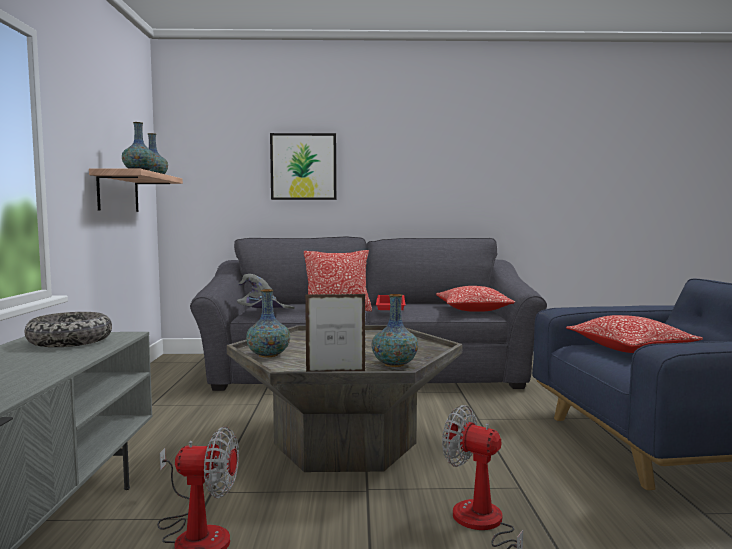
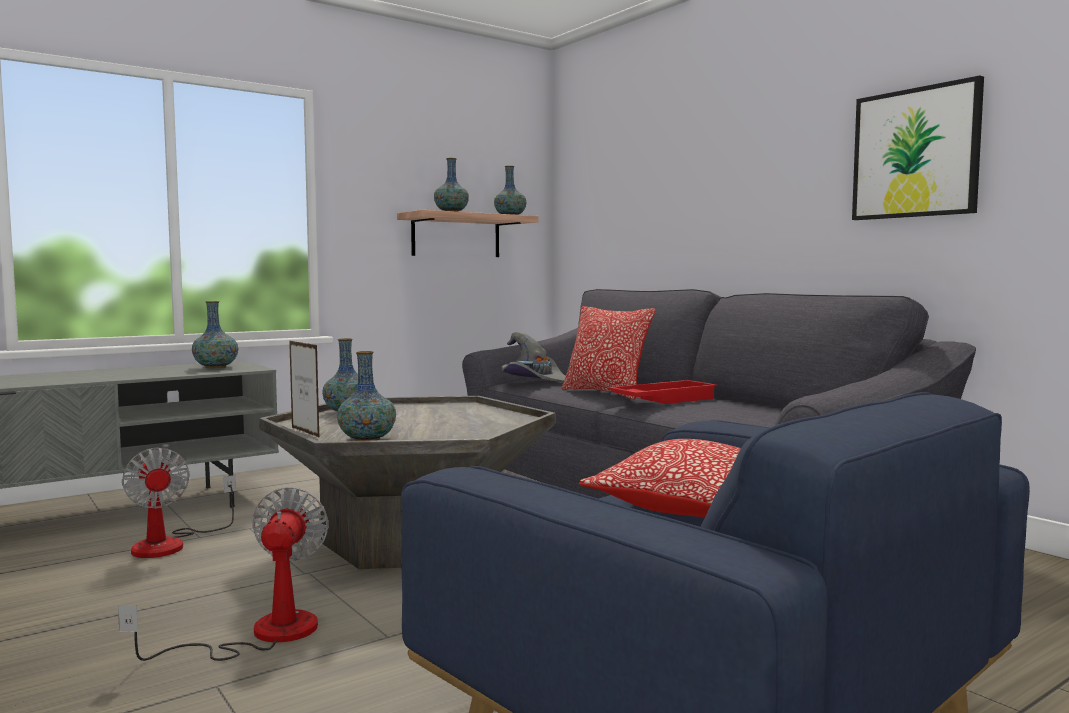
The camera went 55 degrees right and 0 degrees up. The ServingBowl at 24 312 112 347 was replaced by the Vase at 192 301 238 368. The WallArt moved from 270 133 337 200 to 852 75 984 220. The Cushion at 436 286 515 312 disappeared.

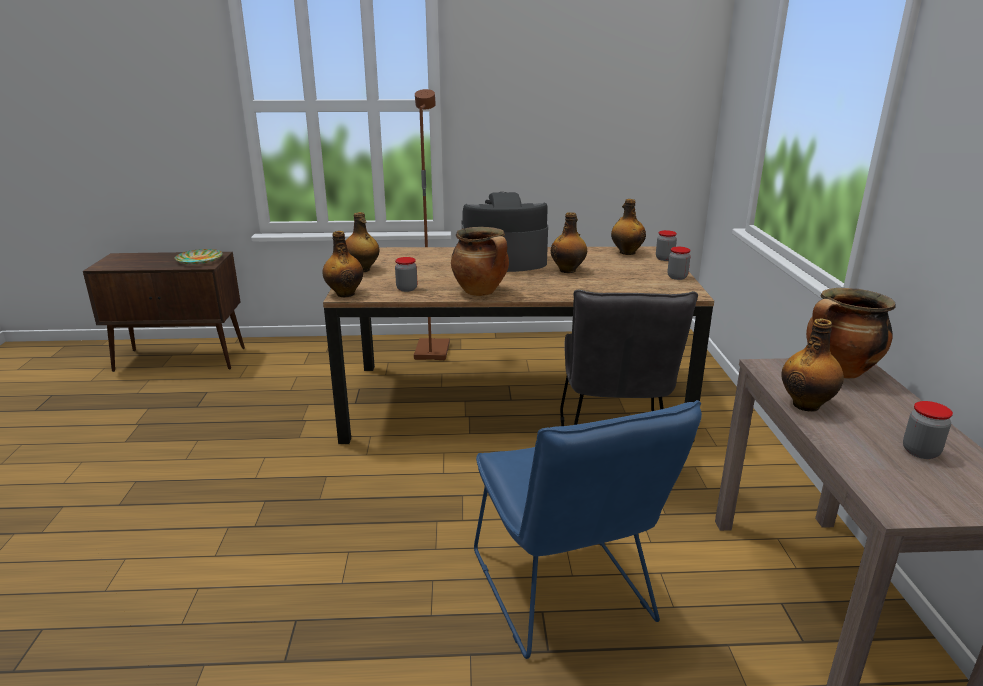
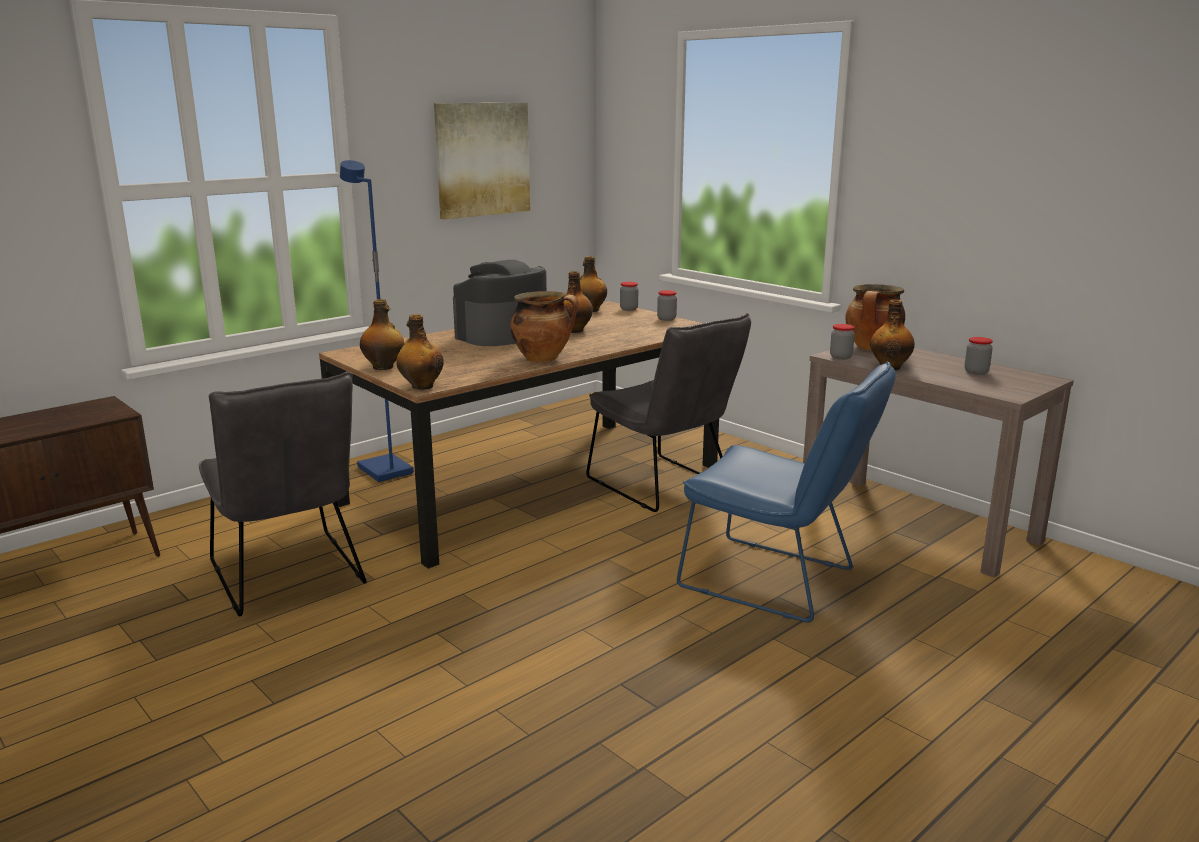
The camera went 40 degrees left and 5 degrees down. The GreyishPlainChair at 199 372 367 617 appeared. The BrownColouredFloorLamp at 414 89 450 360 became the BluishFloorLamp at 340 160 414 482. The WallArt at 434 103 530 219 appeared. The Jar moved from 395 257 417 292 to 830 324 855 360. The DinnerPlate at 175 249 223 264 disappeared.

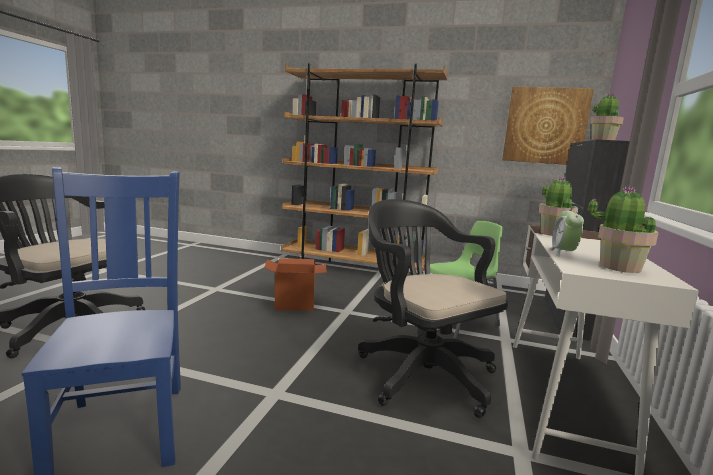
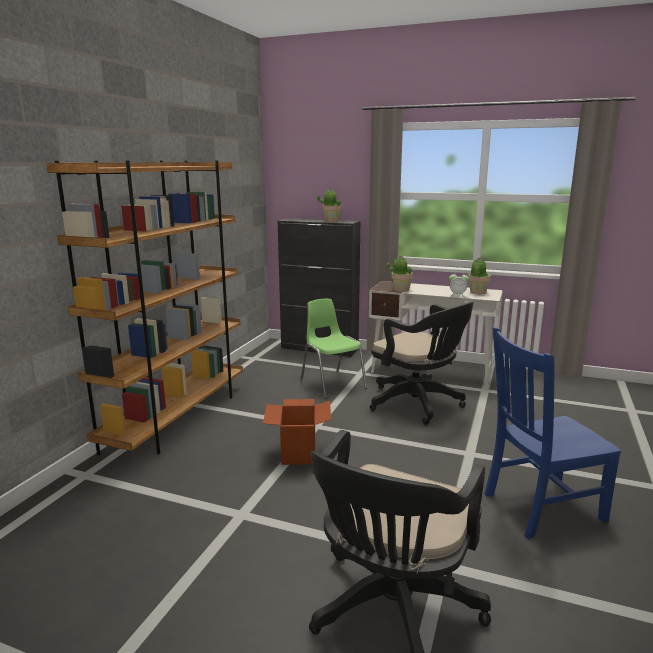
The camera went 85 degrees left and 5 degrees up. The BlackishOfficeChair at 358 199 508 418 turned 105 degrees counterclockwise. The WallArt at 502 86 594 165 disappeared.

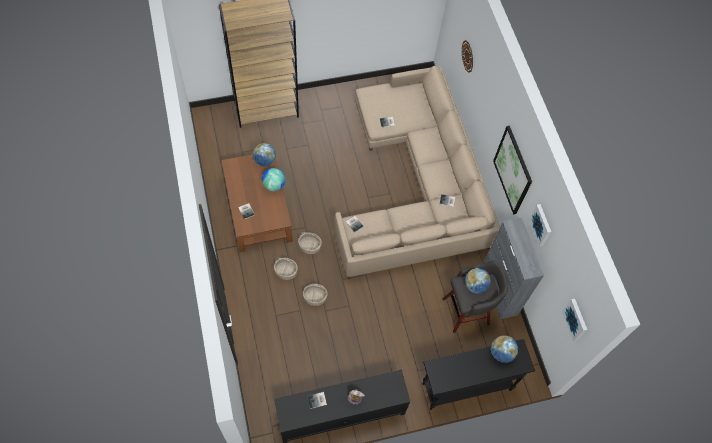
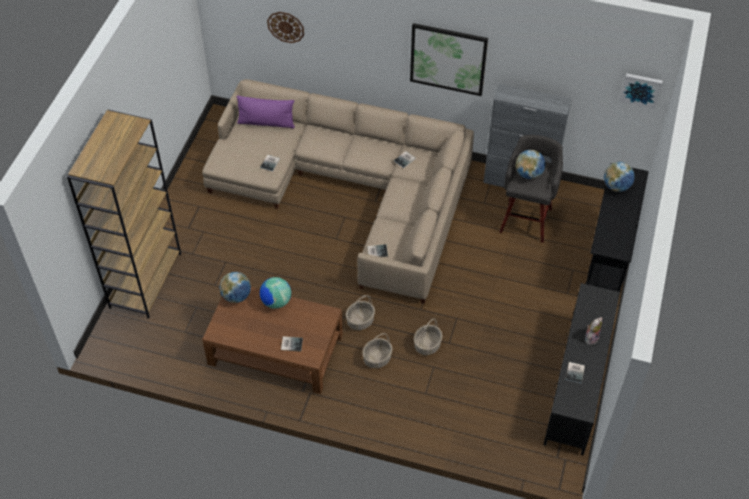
The camera went 55 degrees left and 10 degrees down. The PurplishCushion at 237 95 295 128 appeared. The WallArt at 529 204 551 247 disappeared.

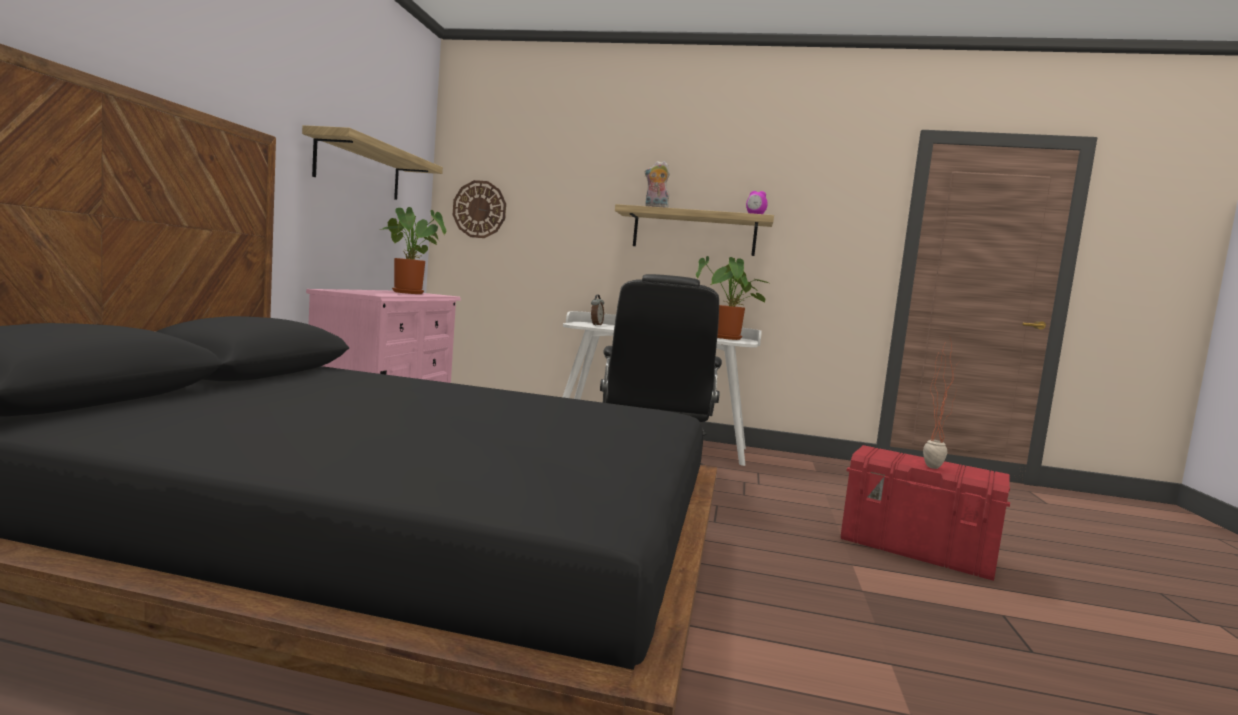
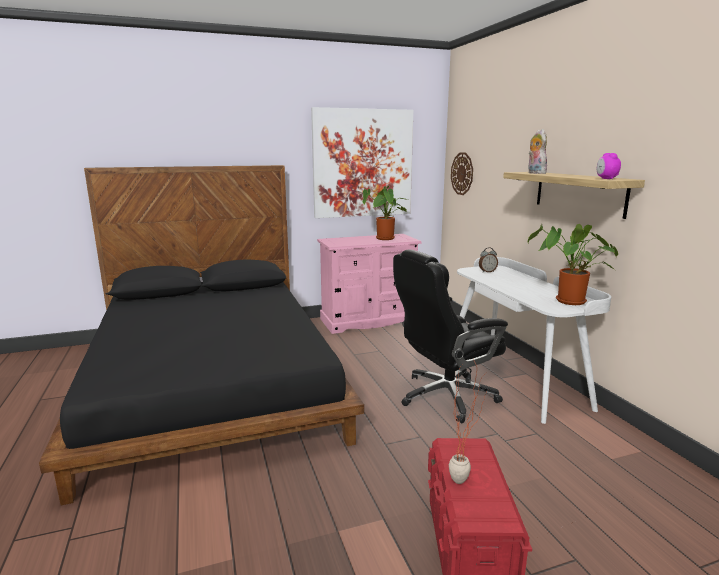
The camera went 60 degrees right and 10 degrees up. The WallShelf at 302 125 443 200 was replaced by the WallArt at 311 107 413 218.

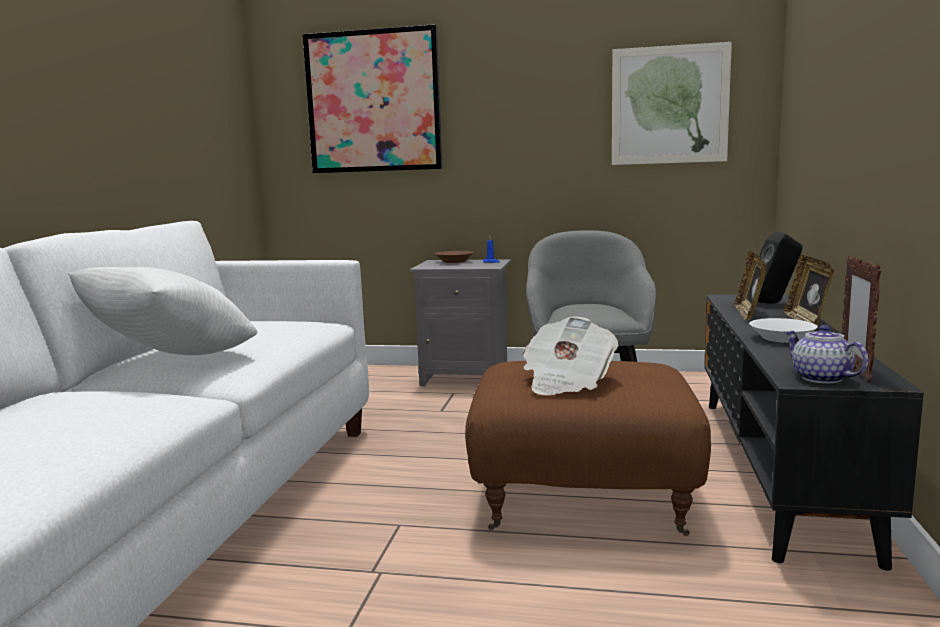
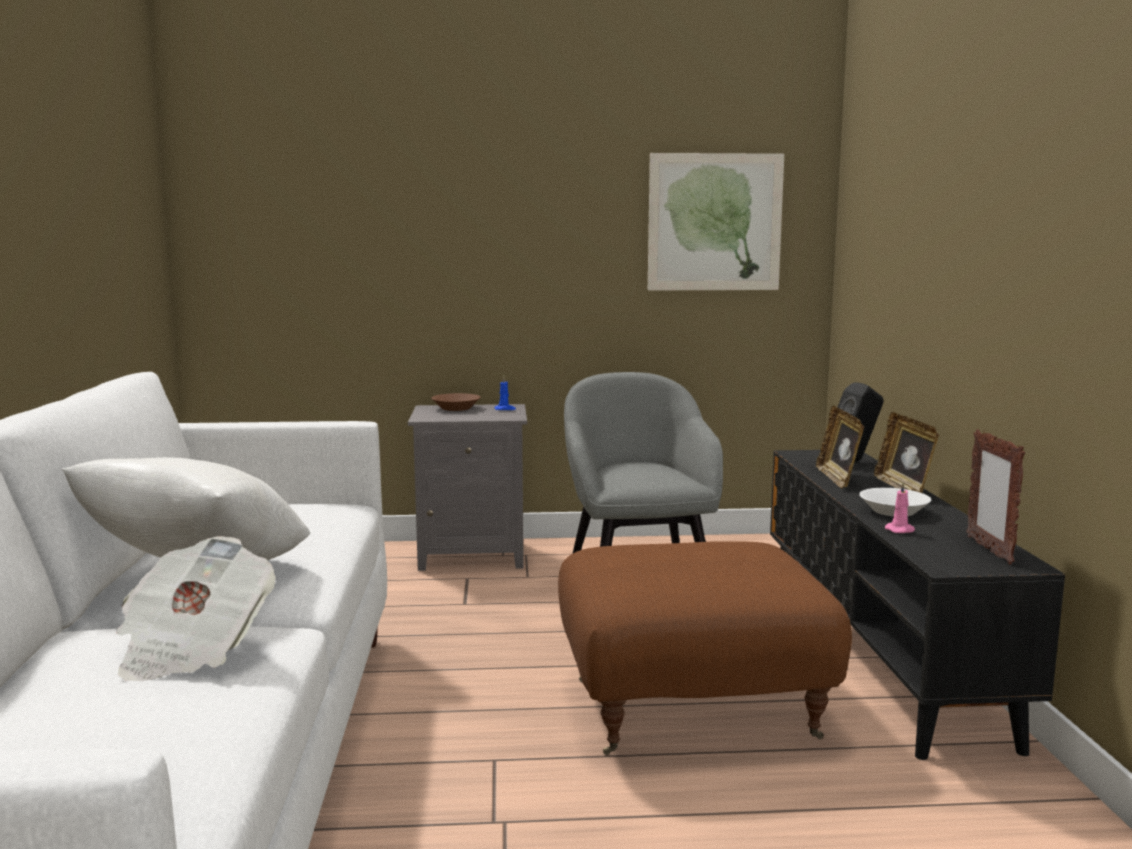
The camera went 15 degrees left and 0 degrees up. The PrintedPaper moved from 523 316 619 395 to 116 536 276 681. The PinkishWaxCandle at 885 481 915 533 appeared. The WallArt at 302 24 443 173 disappeared. The PotForTea at 785 325 869 384 disappeared.

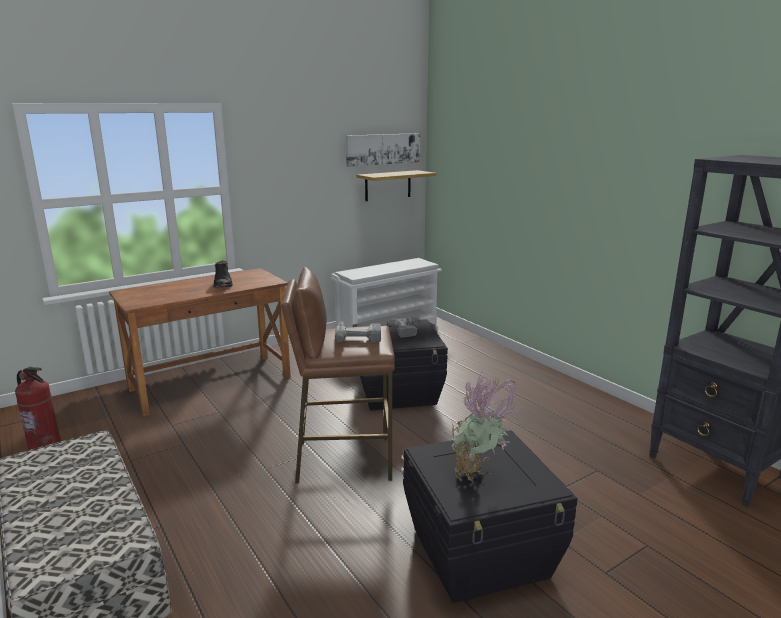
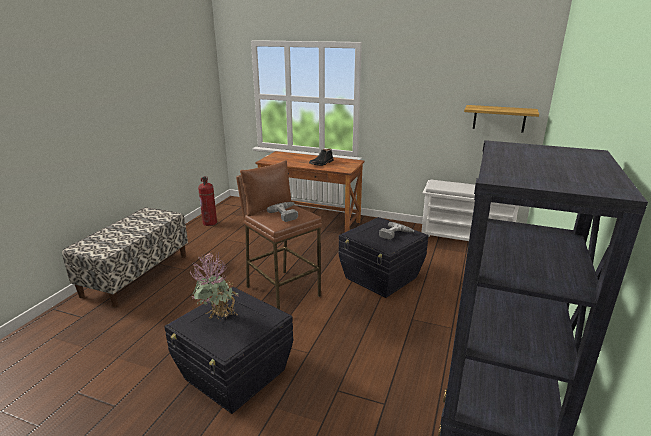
The camera went 55 degrees right and 5 degrees up. The WallArt at 346 133 420 167 disappeared.

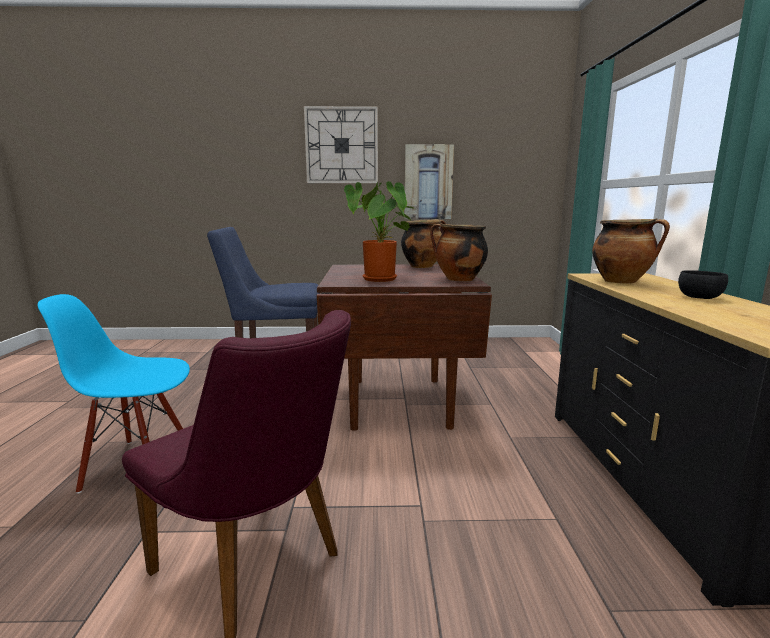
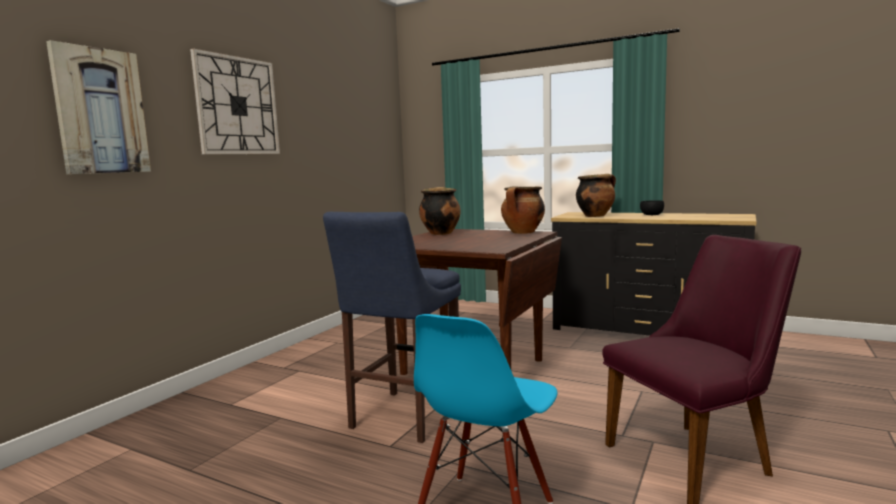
The camera went 60 degrees left and 5 degrees down. The WallArt moved from 405 144 454 219 to 46 40 151 174. The PottedPlant at 344 181 414 282 disappeared.

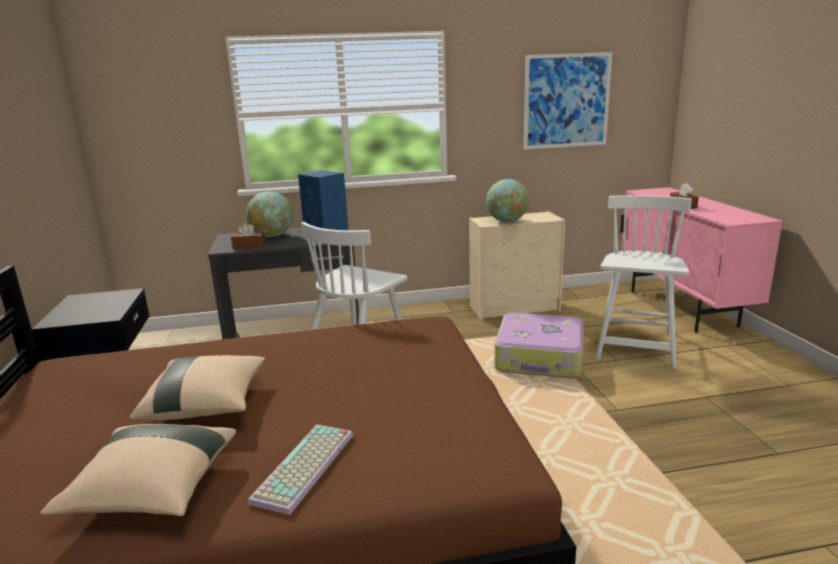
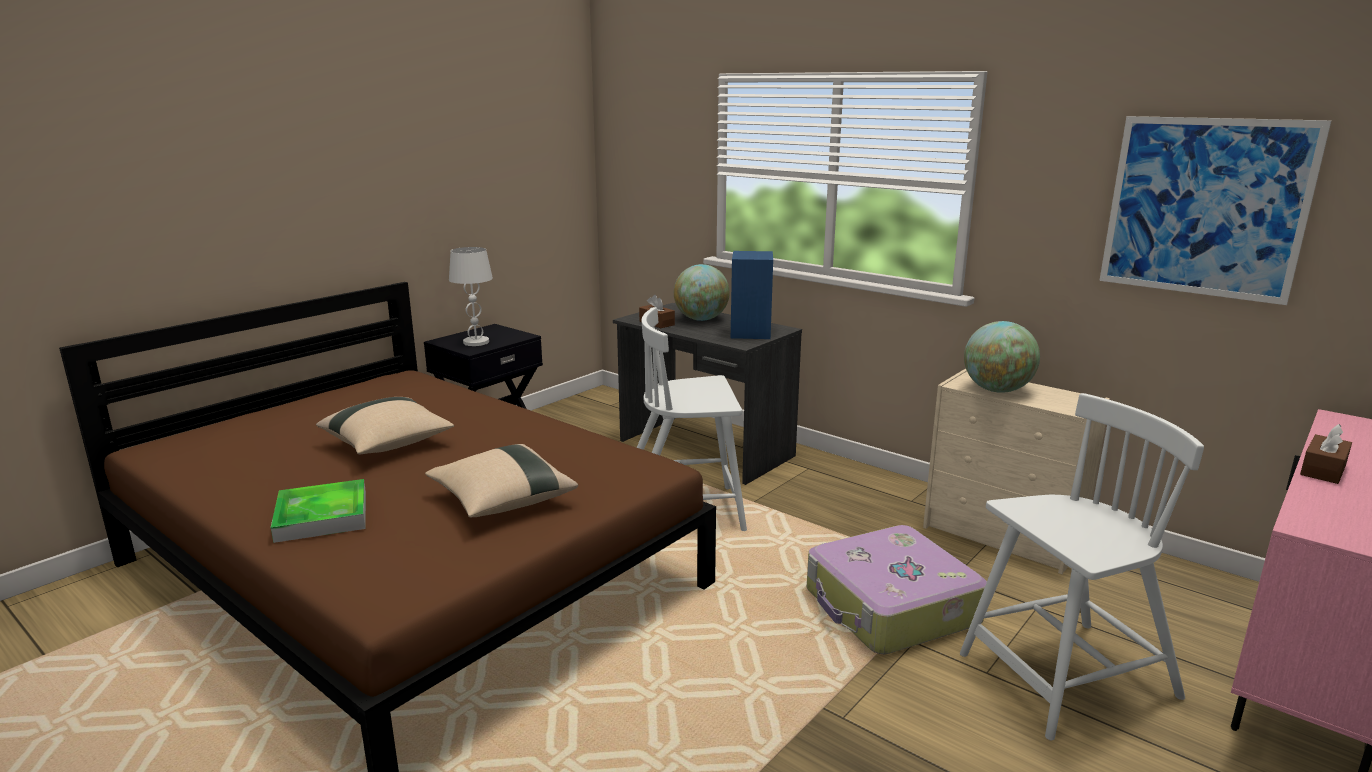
The camera went 50 degrees right and 0 degrees up. The Keyboard at 248 425 353 515 was replaced by the Tray at 271 479 366 543. The SandColouredCushion moved from 41 424 236 516 to 425 444 578 517. The WhiteLampForATable at 449 247 493 346 appeared.

